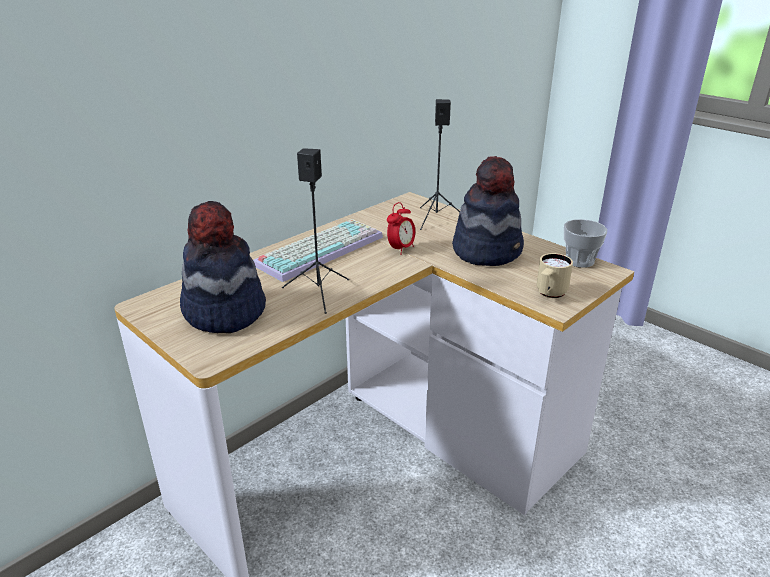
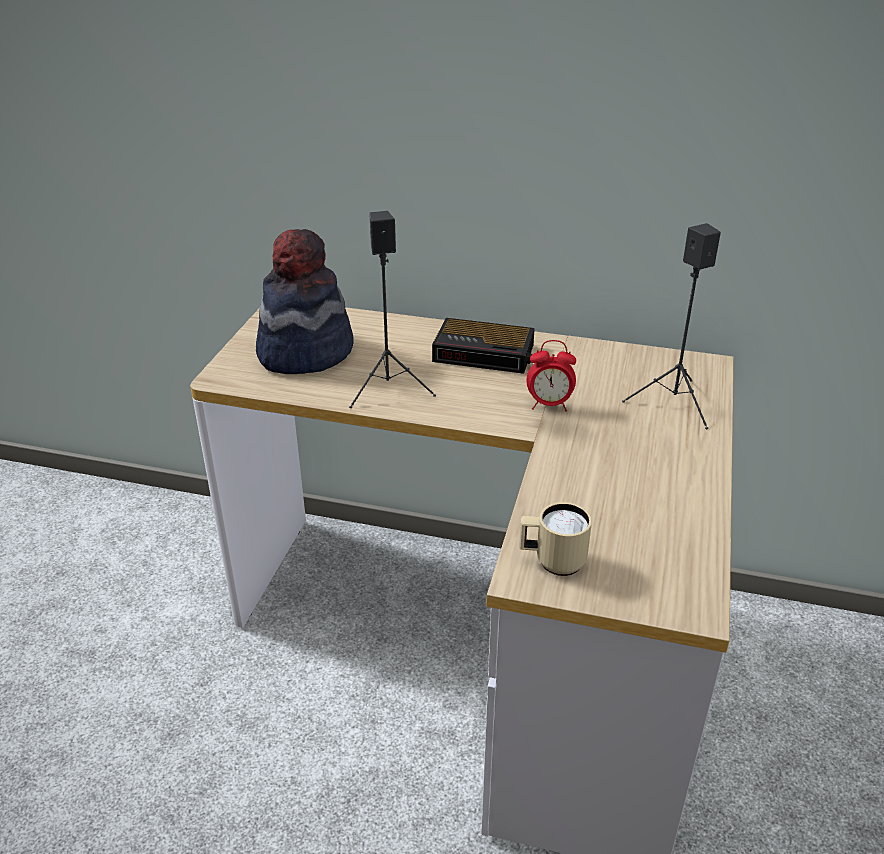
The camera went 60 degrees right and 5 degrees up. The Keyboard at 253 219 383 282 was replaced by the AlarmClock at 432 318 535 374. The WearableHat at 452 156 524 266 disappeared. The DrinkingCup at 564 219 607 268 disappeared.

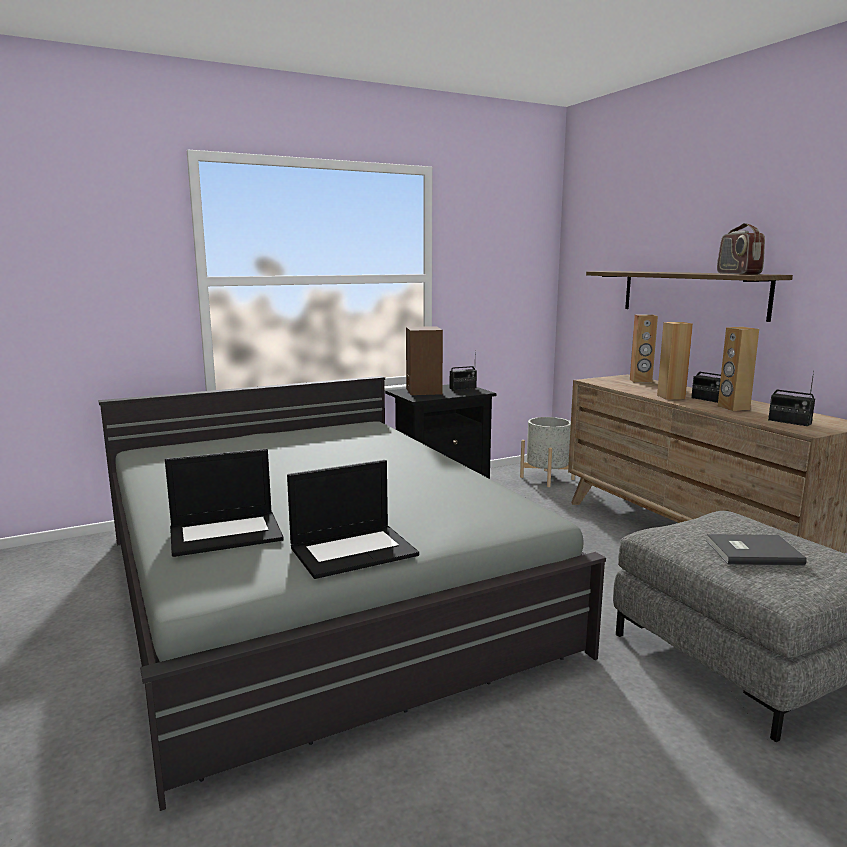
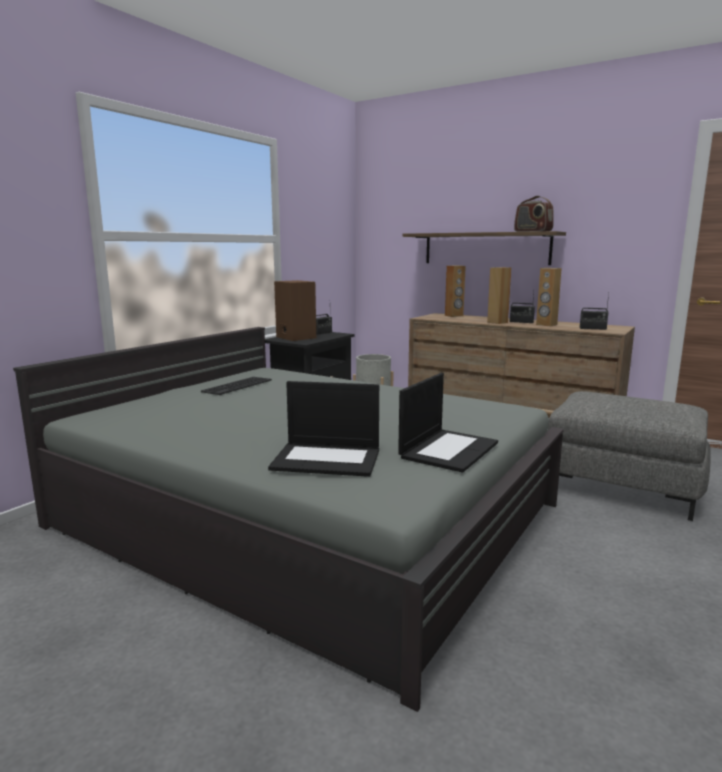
The camera went 30 degrees left and 0 degrees up. The Keyboard at 201 377 272 395 appeared. The NotebookComputer at 165 448 284 557 turned 60 degrees clockwise. The GreyishBoundBook at 706 534 807 566 disappeared.

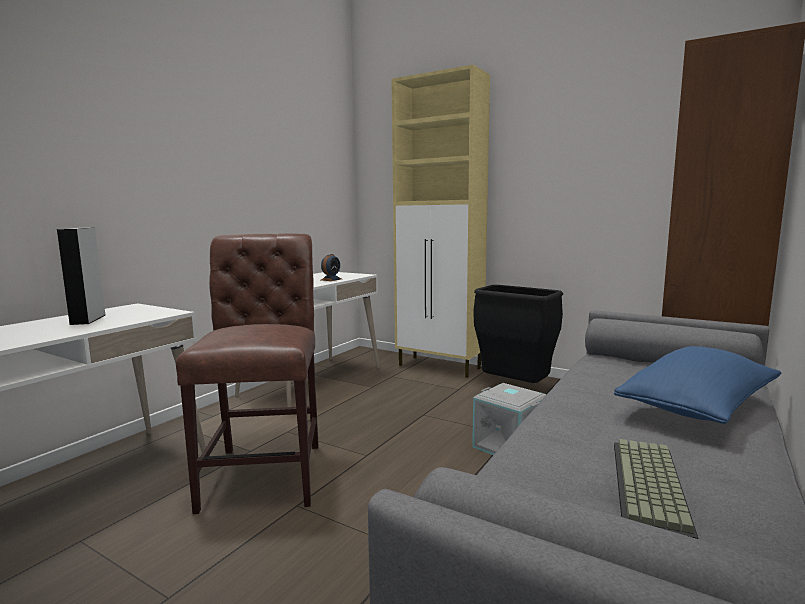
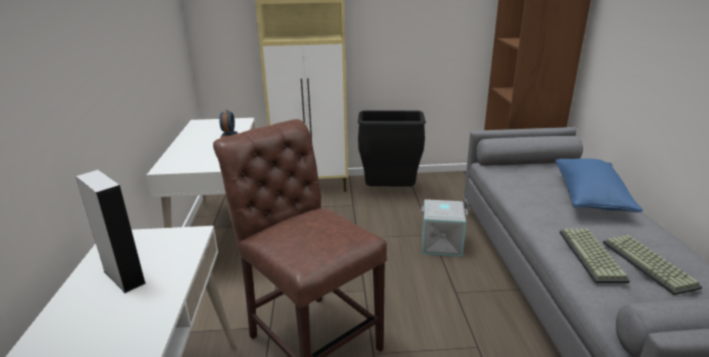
The camera went 35 degrees left and 15 degrees up. The Keyboard at 559 228 630 283 appeared.

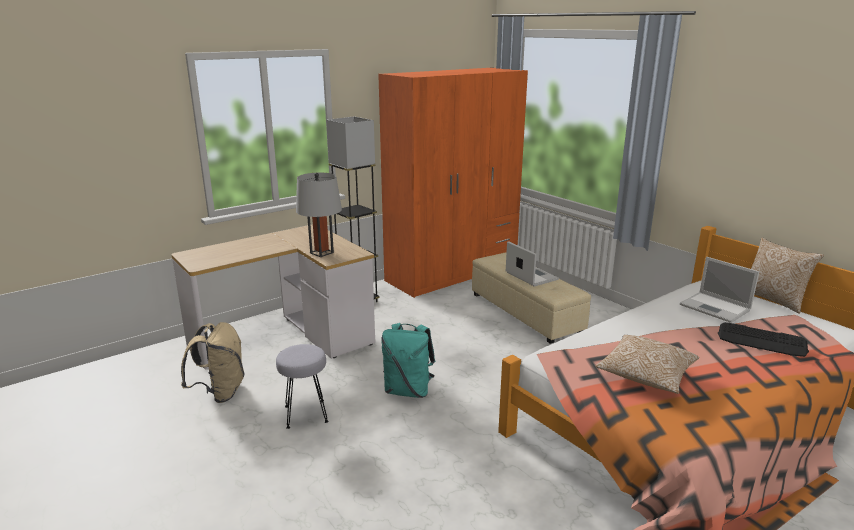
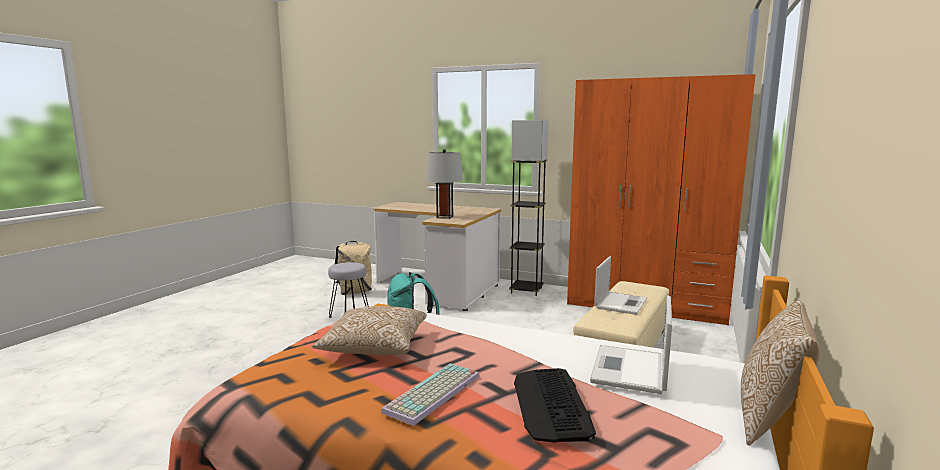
The camera went 60 degrees right and 10 degrees down. The Keyboard at 381 364 480 426 appeared.

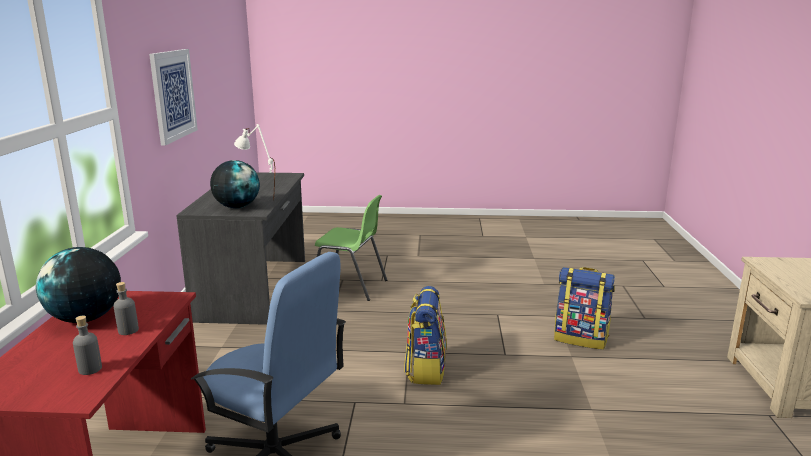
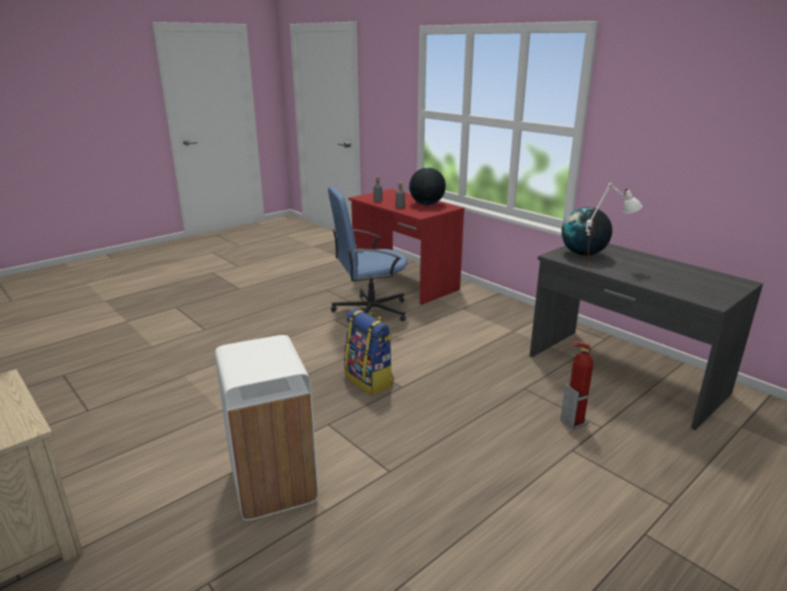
The camera went 135 degrees right and 5 degrees up. The Knapsack at 554 267 615 350 was replaced by the WhiteRubbishBin at 215 335 318 521. The GreenColouredPlainChair at 315 195 387 301 was replaced by the FireExtinguisher at 560 341 594 430. The WallArt at 149 49 198 146 disappeared.

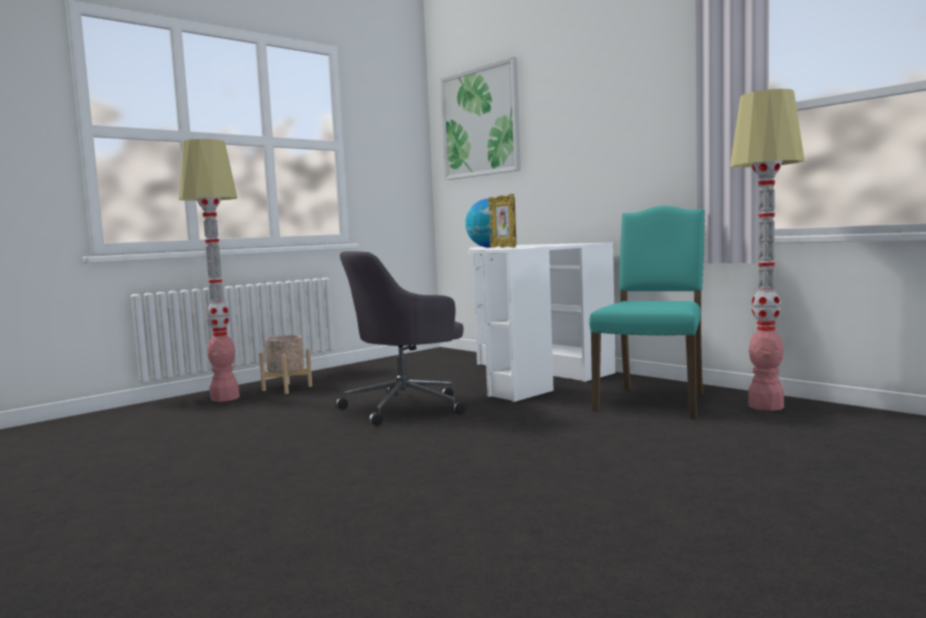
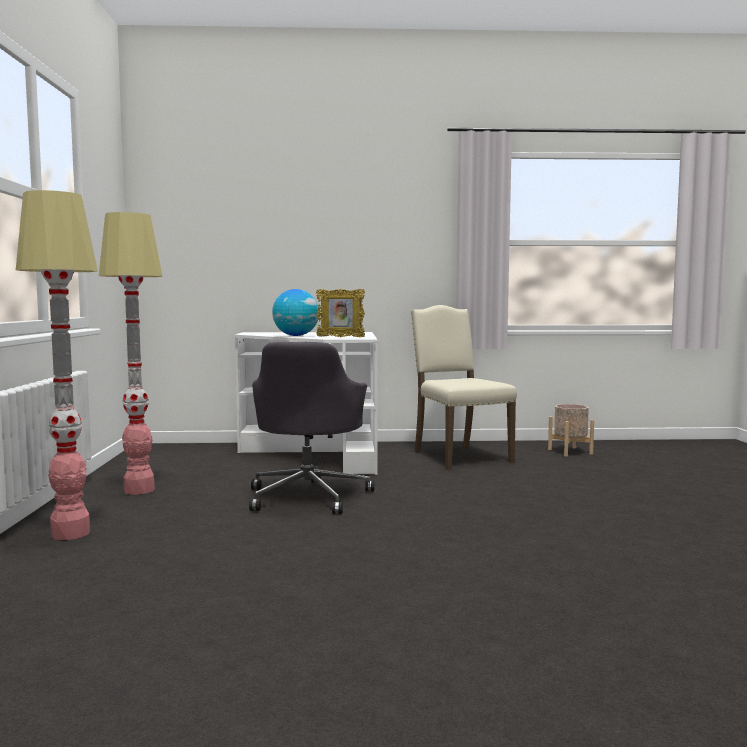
The camera went 50 degrees left and 0 degrees up. The FloorLamp moved from 730 89 805 411 to 99 212 163 495. The TurquoisePlainChair at 589 206 705 419 became the SandColouredPlainChair at 411 305 517 470. The SandColouredPlantPot moved from 259 335 312 394 to 548 404 594 457. The WallArt at 440 57 521 180 disappeared.

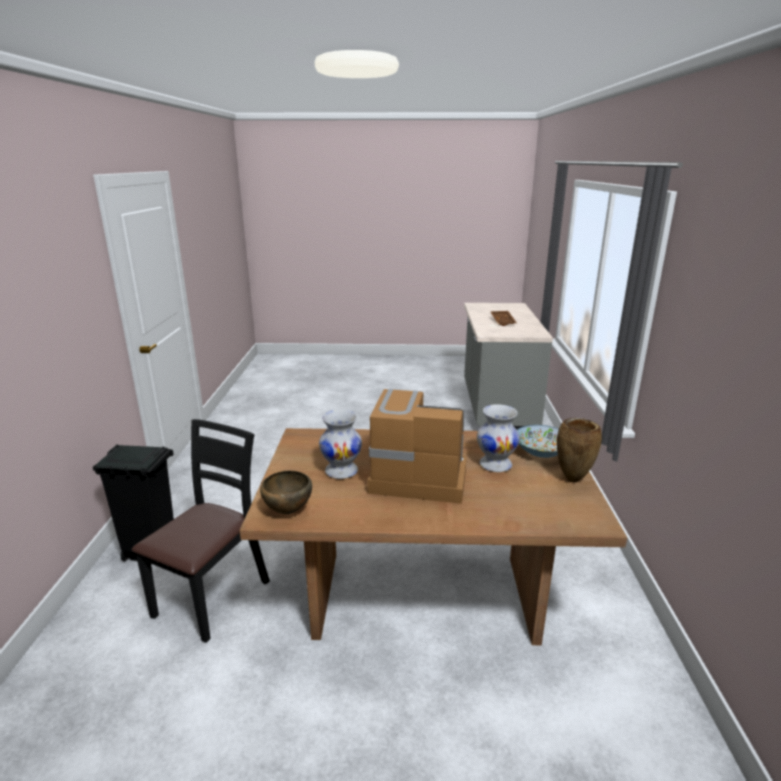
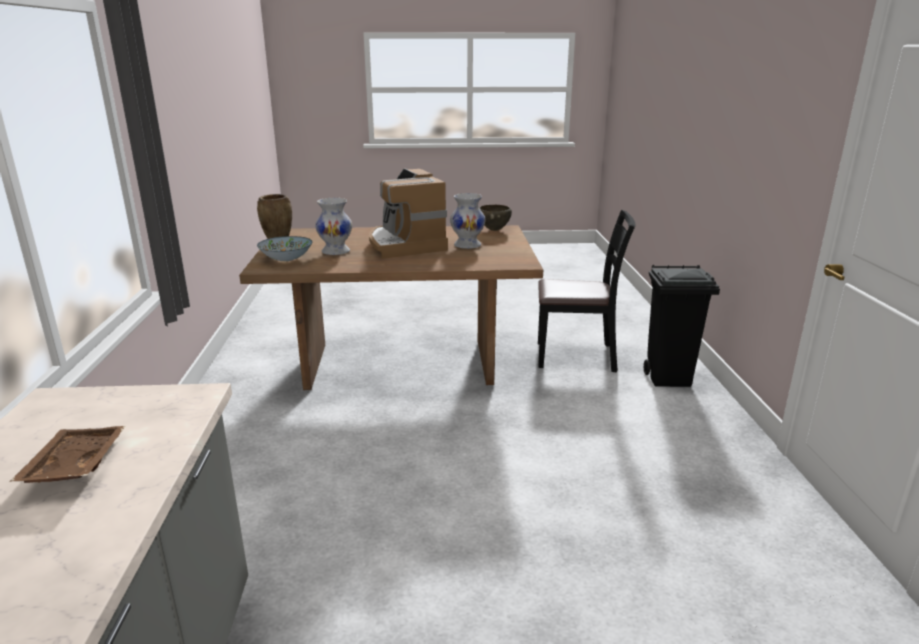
The camera went 175 degrees right and 0 degrees up. The CoffeeBrewer at 367 389 467 504 turned 60 degrees clockwise. The BlackishPlainChair at 132 419 270 643 turned 105 degrees counterclockwise.

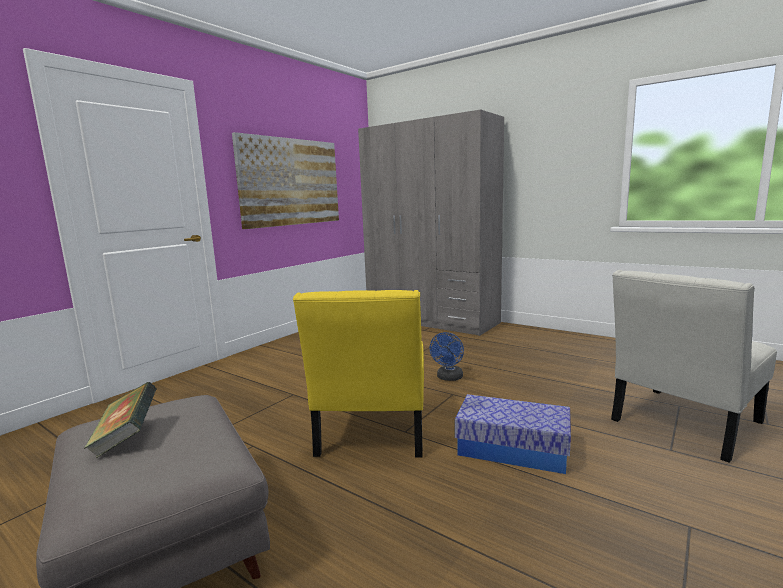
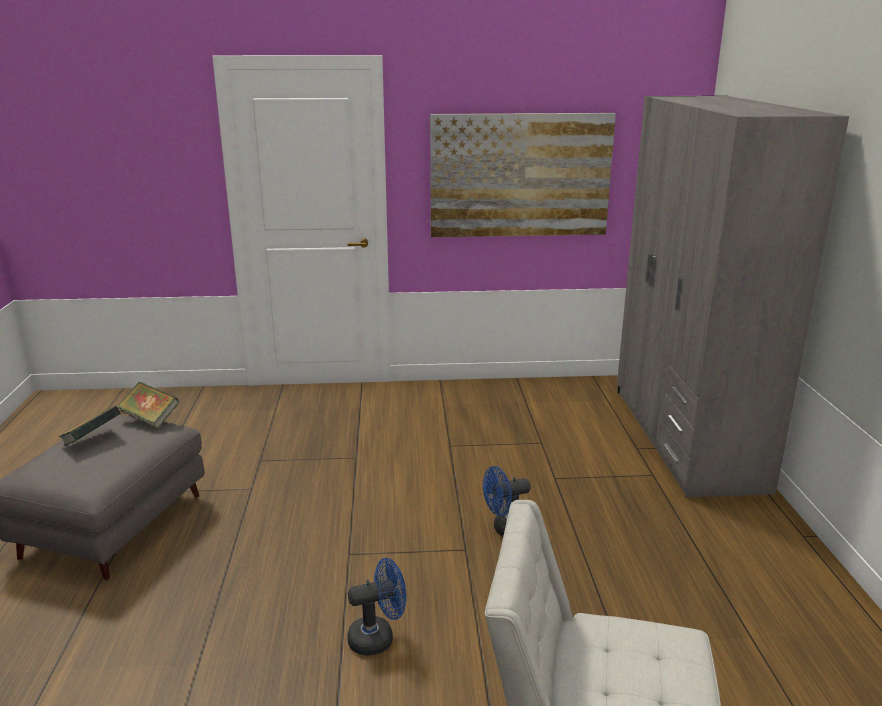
The camera went 50 degrees right and 10 degrees up. The BoundBook at 117 382 179 428 appeared. The StorageBox at 455 394 571 474 was replaced by the BluishCoolingFan at 347 558 407 656. The YellowPlainChair at 293 290 424 457 disappeared.

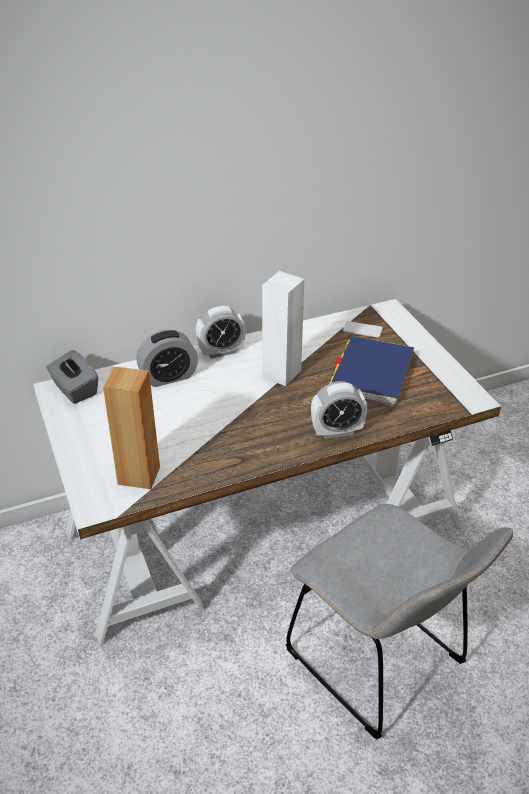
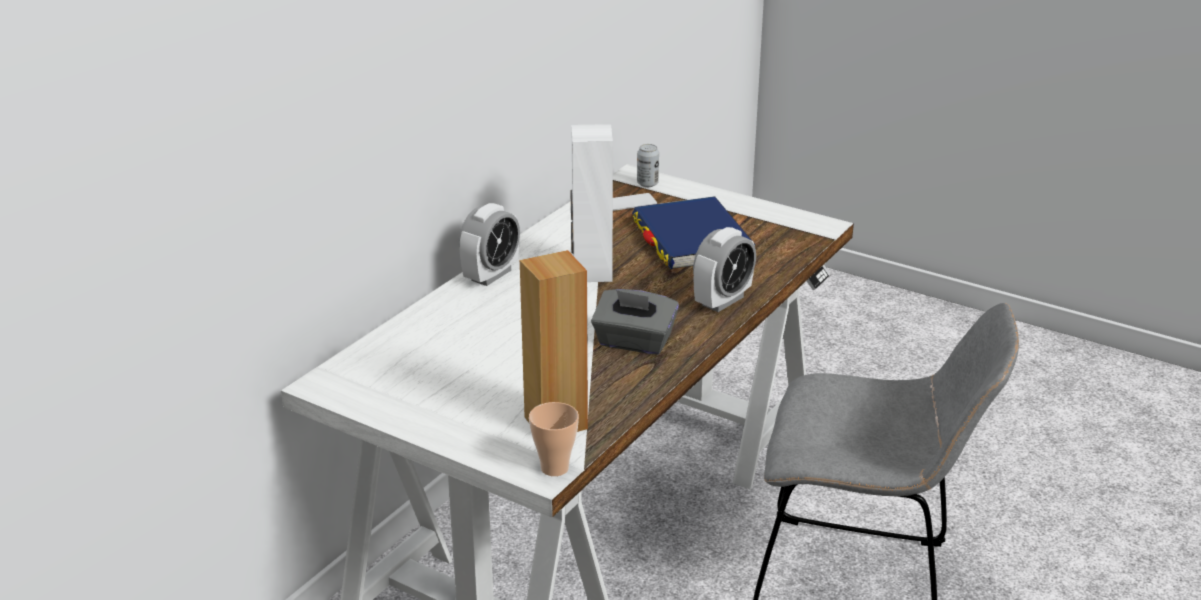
The camera went 35 degrees left and 10 degrees down. The DrinkingCup at 529 402 579 476 appeared. The GreyishBoxOfTissues moved from 46 350 98 404 to 591 289 679 355. The MetalCan at 637 144 659 187 appeared. The AlarmClock at 136 330 198 387 disappeared.

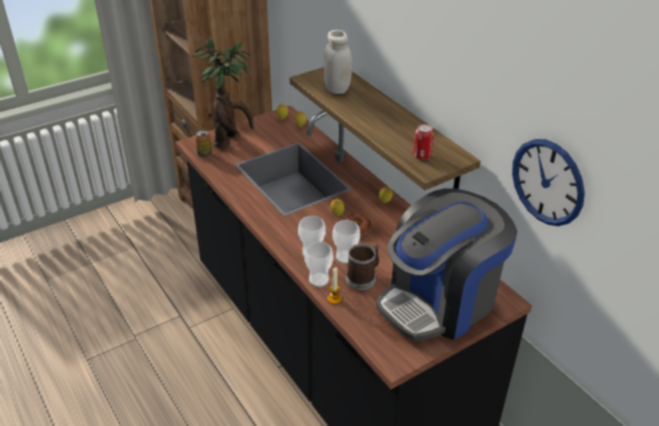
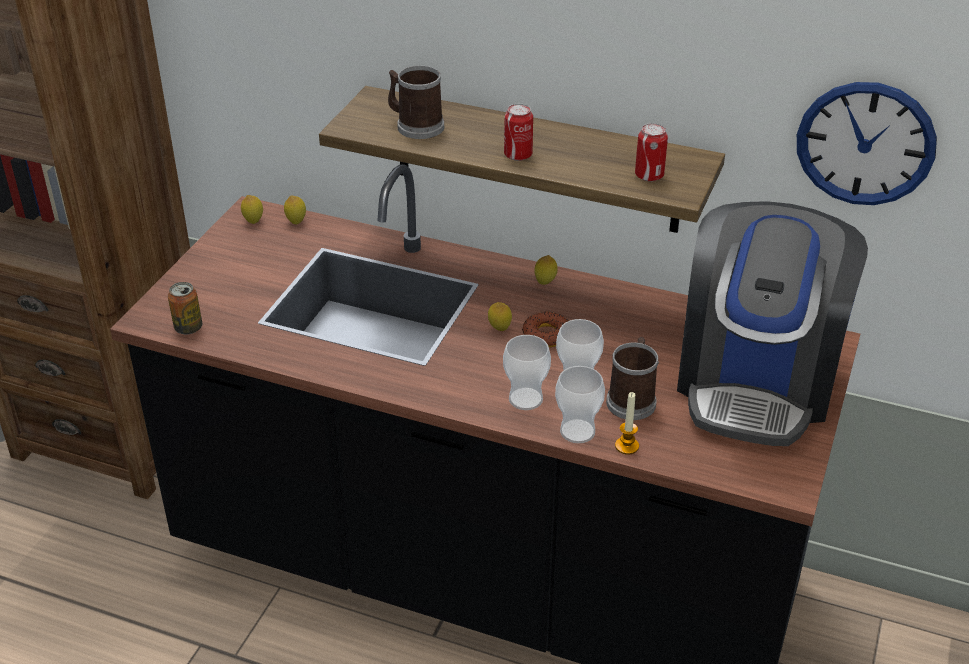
The camera went 35 degrees left and 0 degrees up. The WhiteJar at 324 30 352 94 was replaced by the CoffeeMug at 388 66 444 139. The MetalCan at 504 104 533 161 appeared. The PottedPlant at 192 36 254 148 disappeared.

